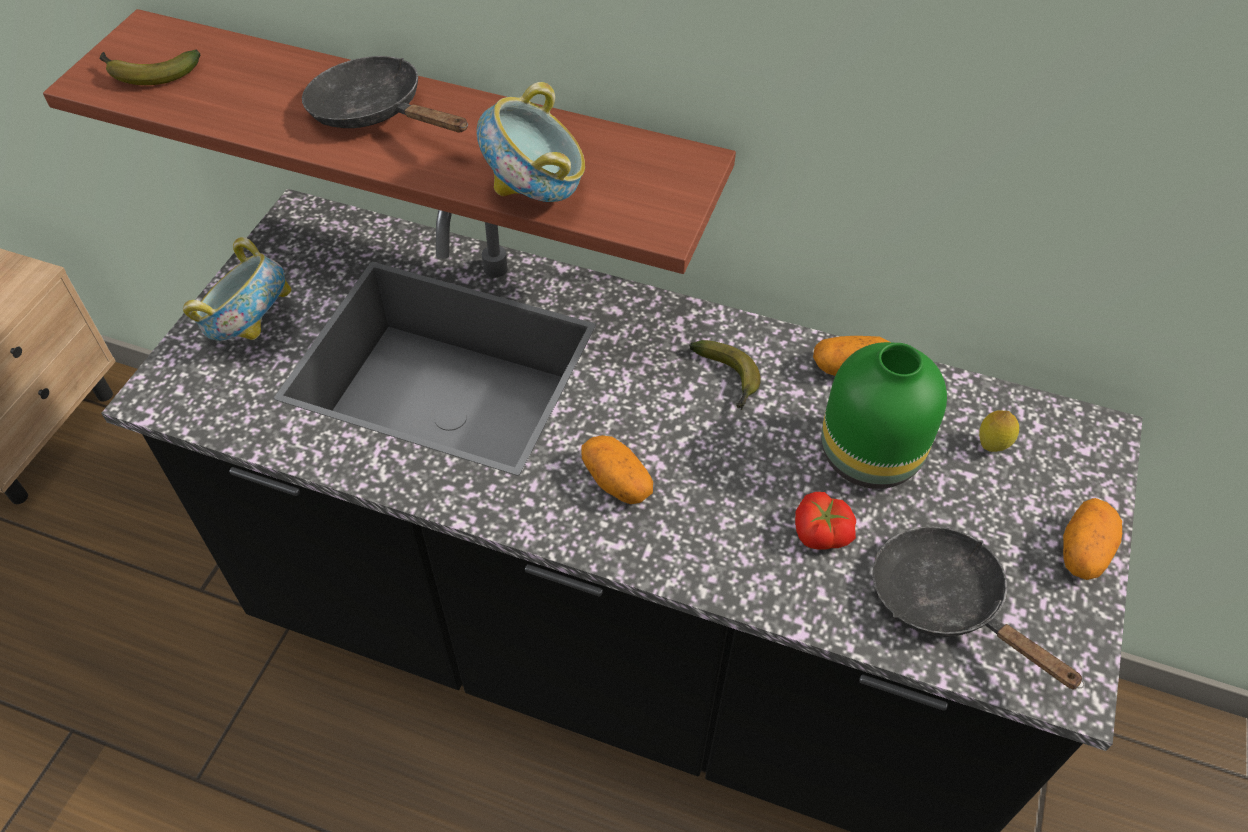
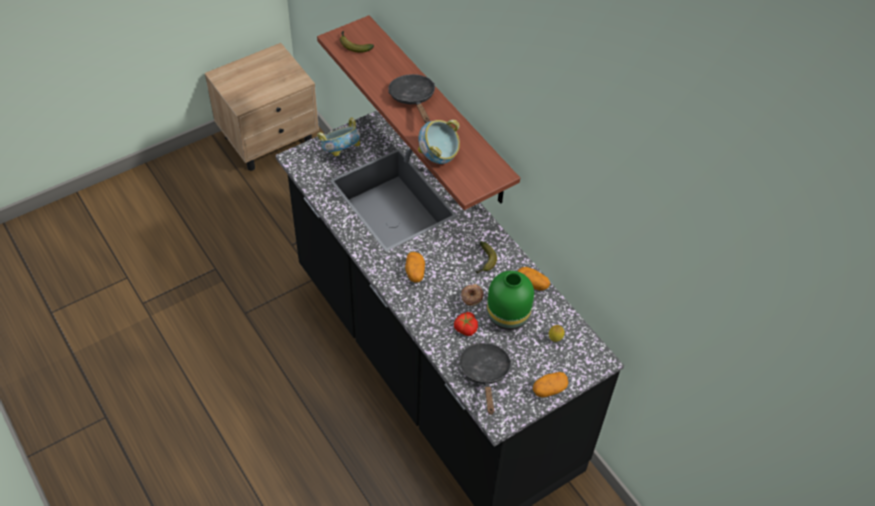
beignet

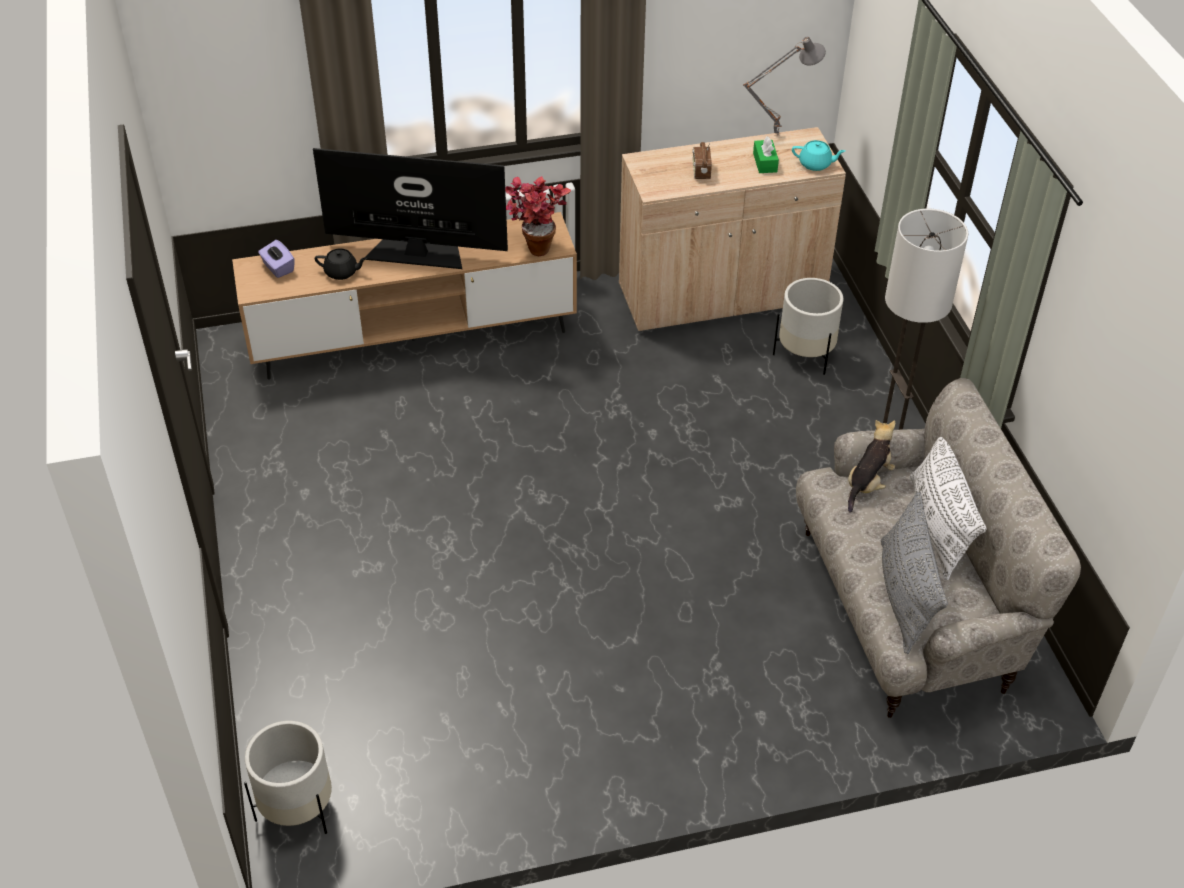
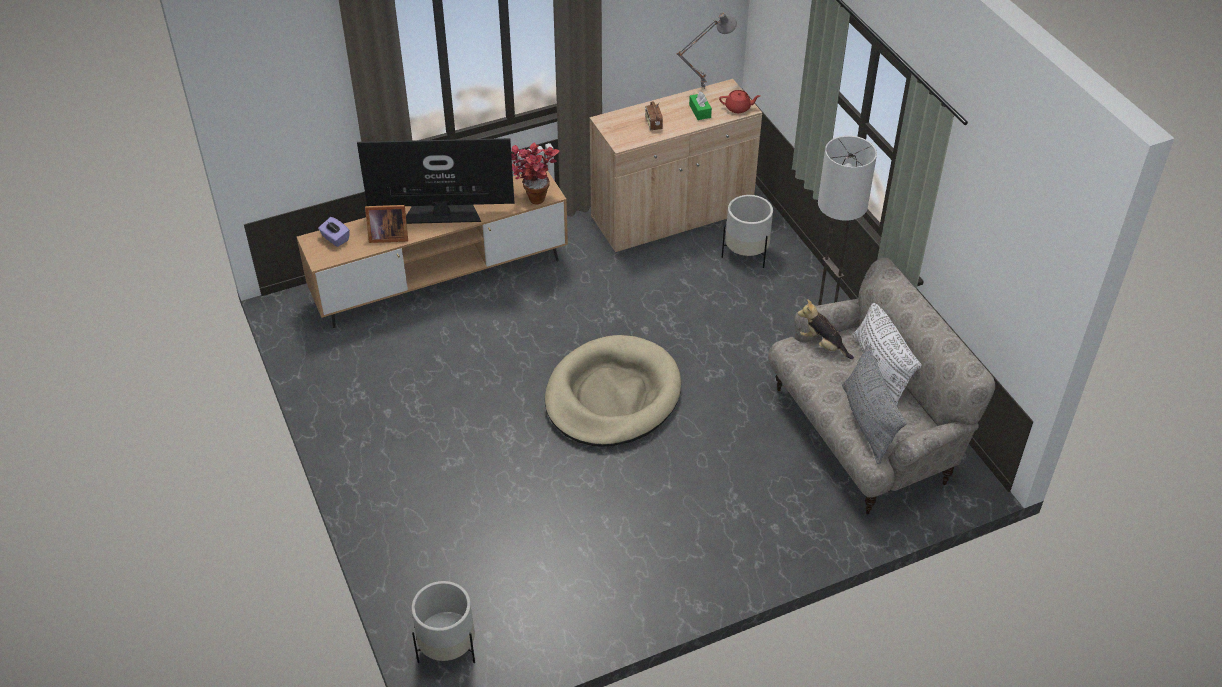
théière (rouge)
cadre photo
peluche
panier pour chien (beige)

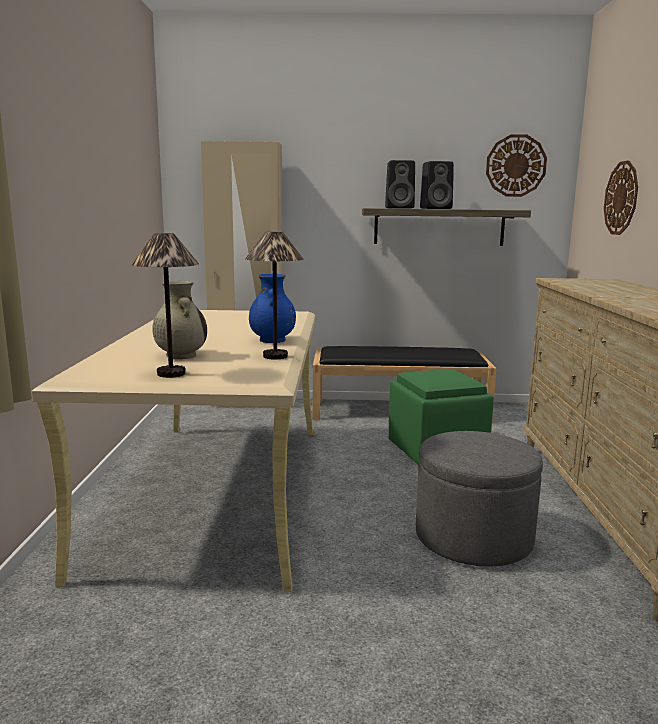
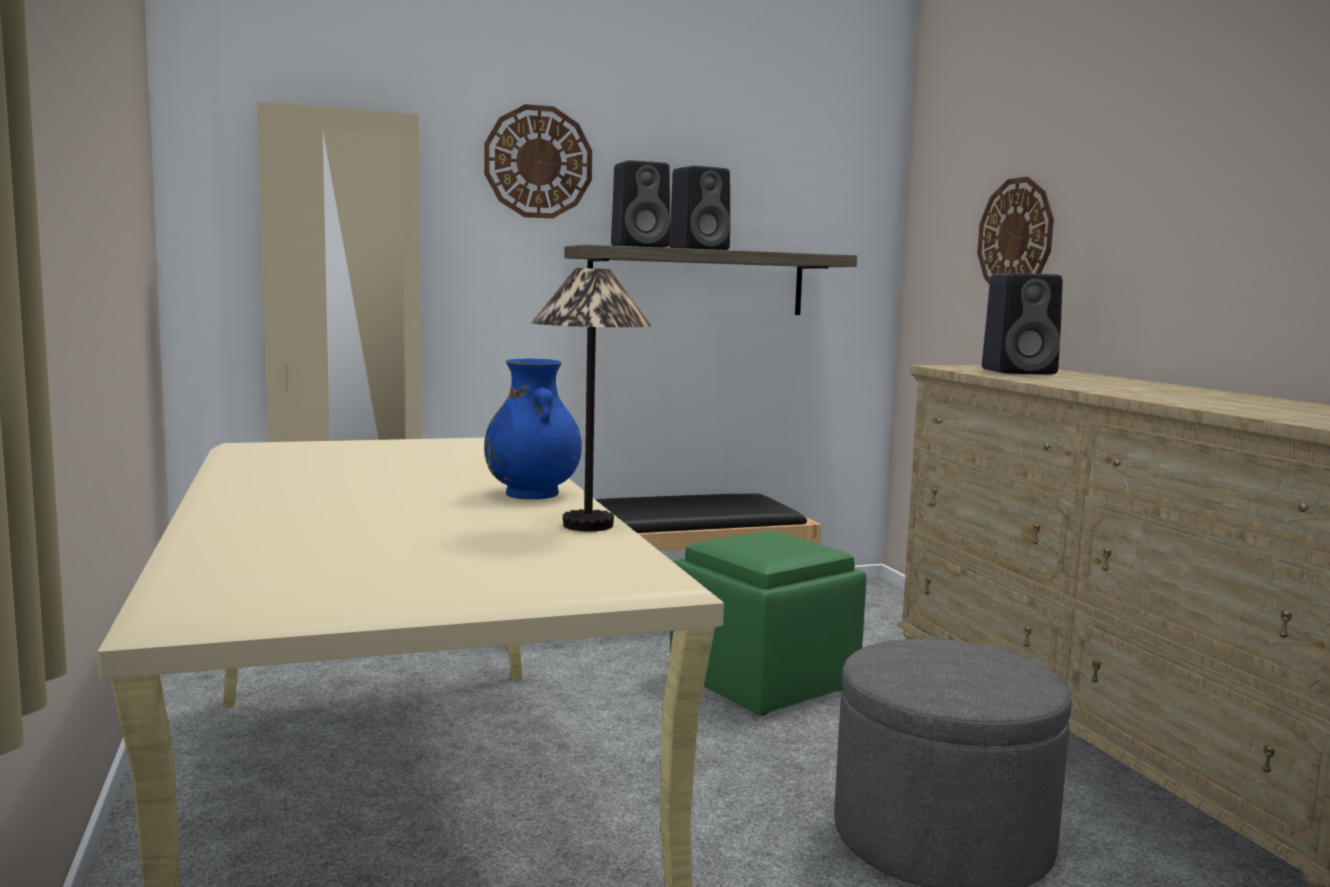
horloge murale (1st from left)
lampe de table (1st from left in the first image)
vase (beige)
enceinte (noir) (3rd from left)

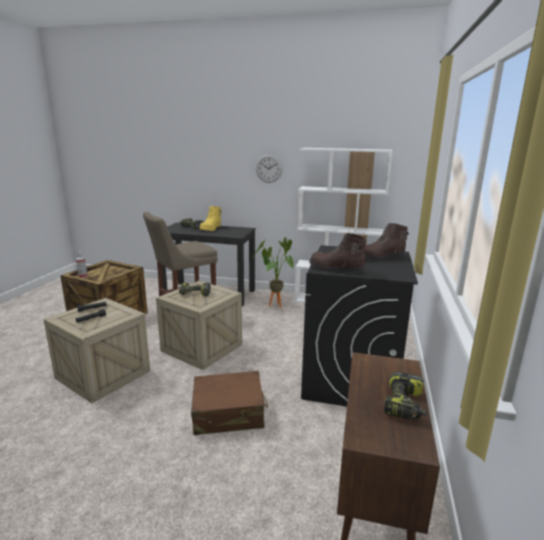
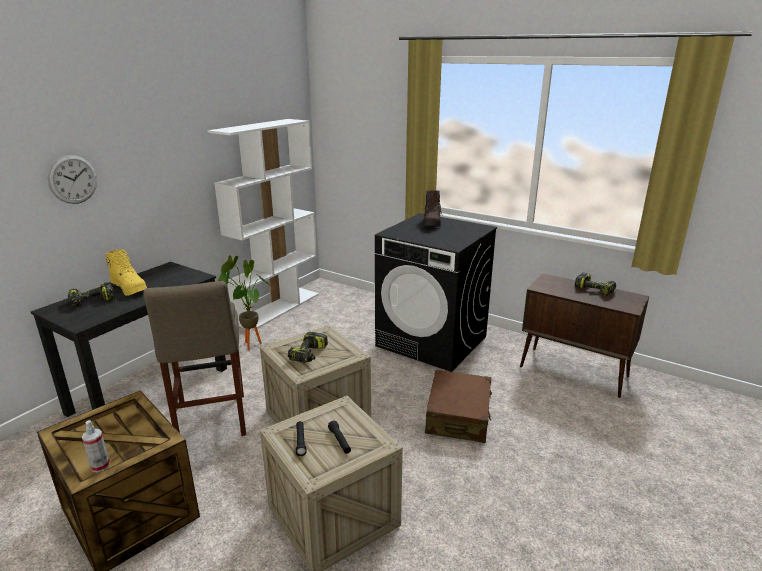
horloge murale
botte (marron) (1st from left in the first image)

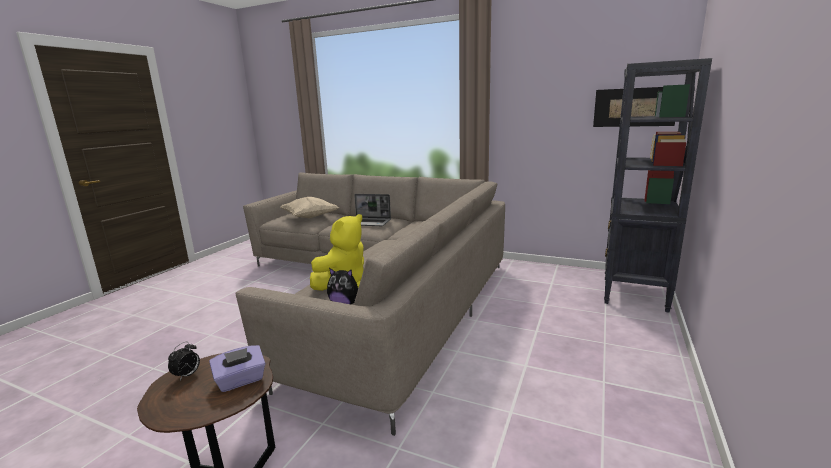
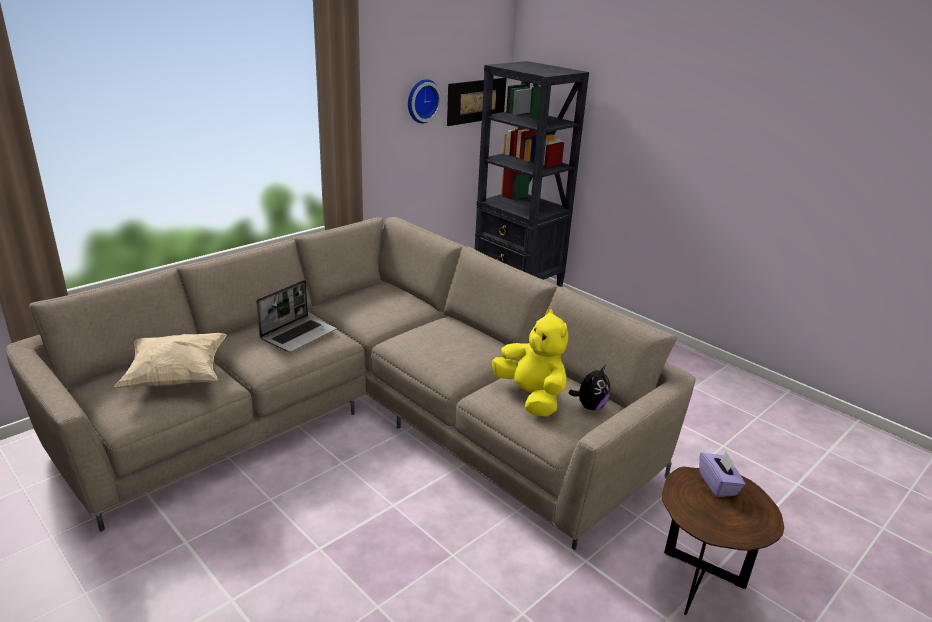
réveil
horloge murale

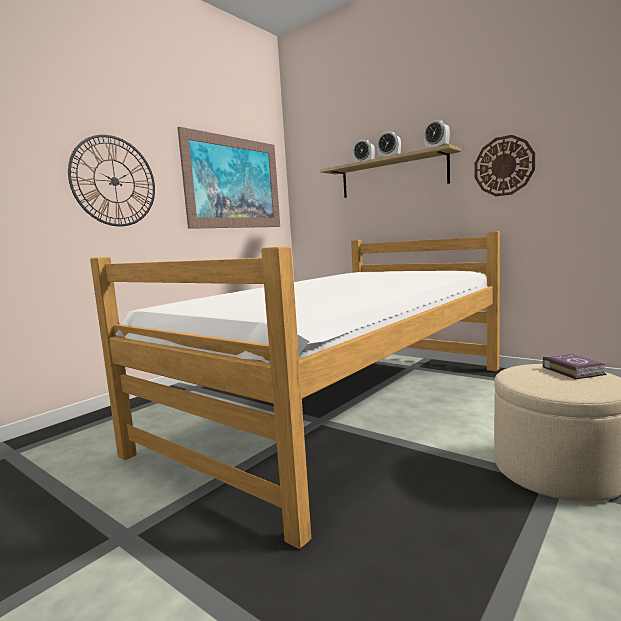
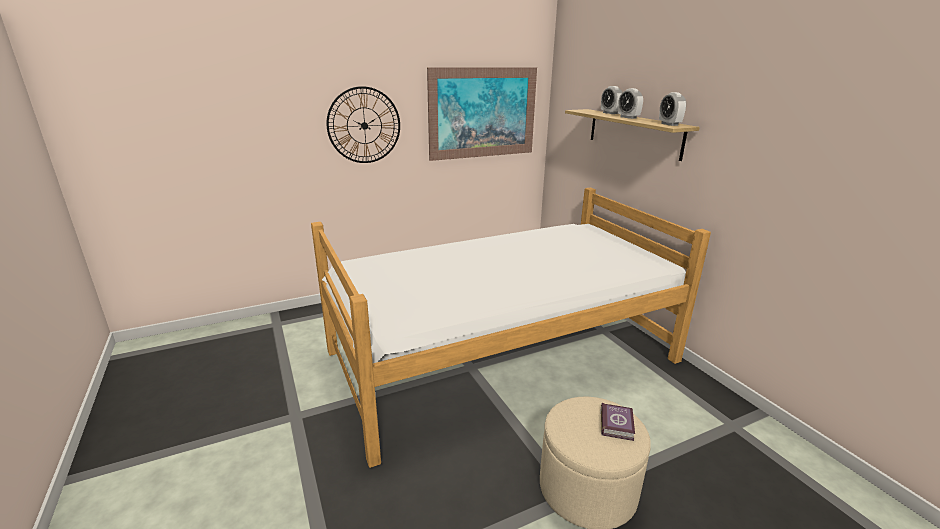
horloge murale (2nd from left in the first image)

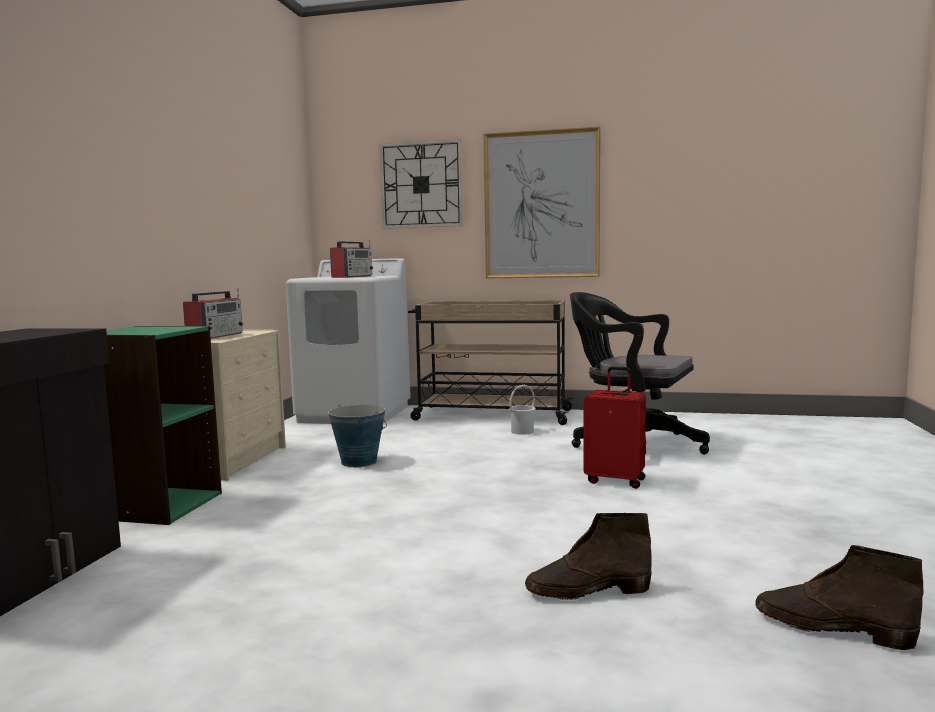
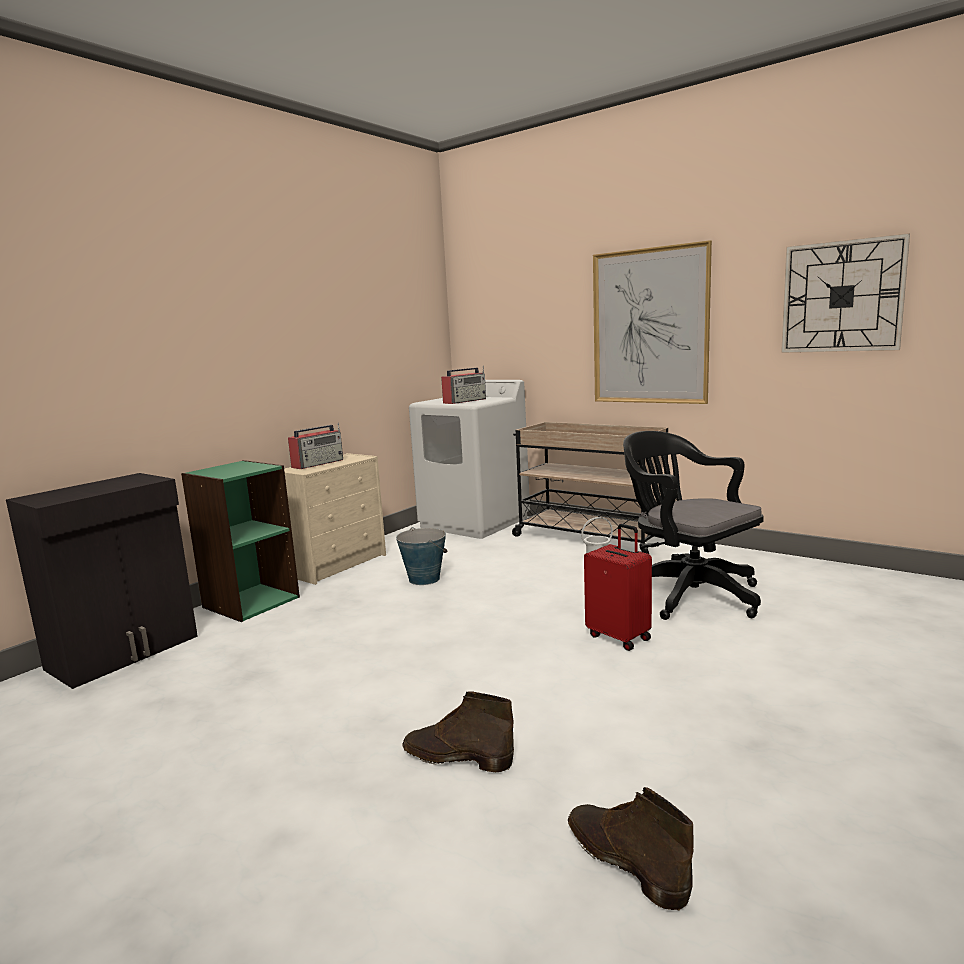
horloge murale

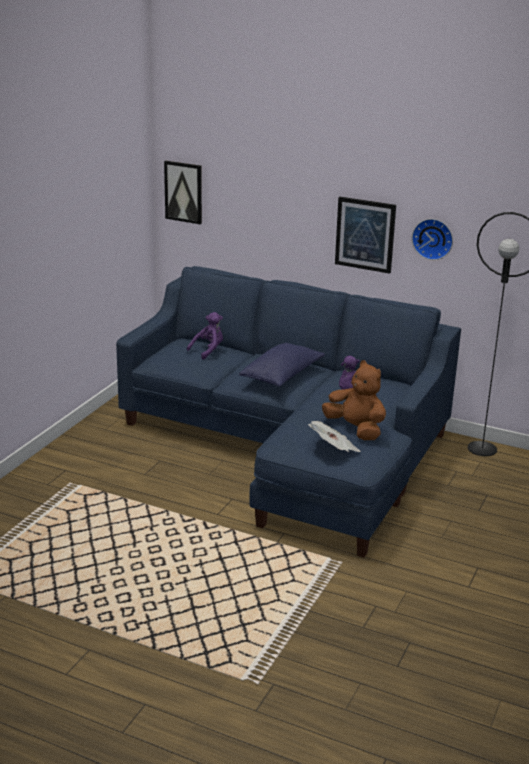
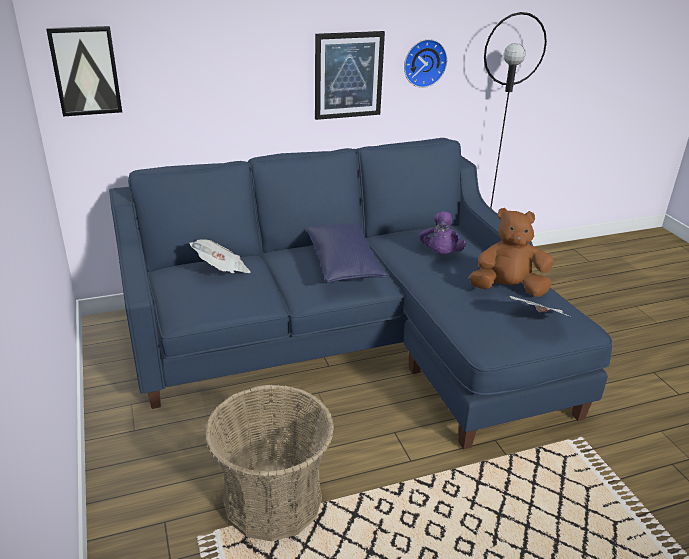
journal (1st from left)
panier

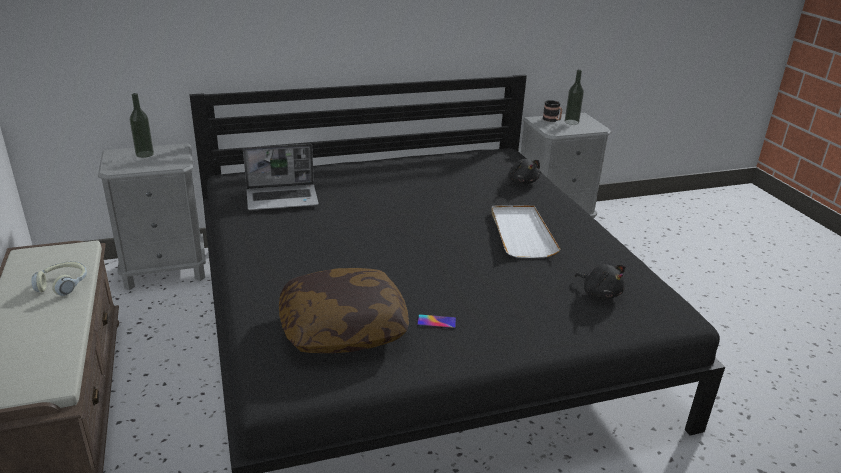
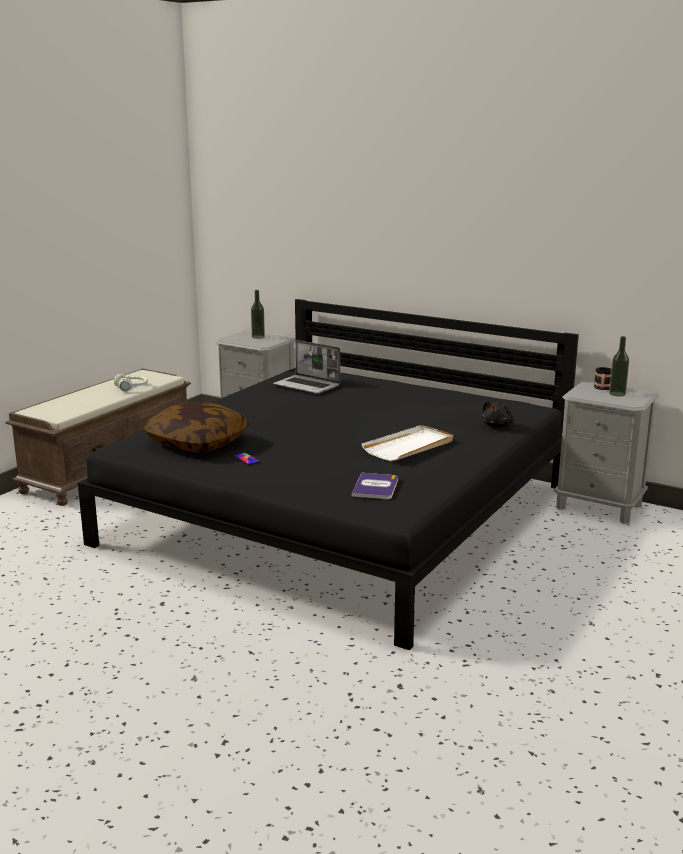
livre

